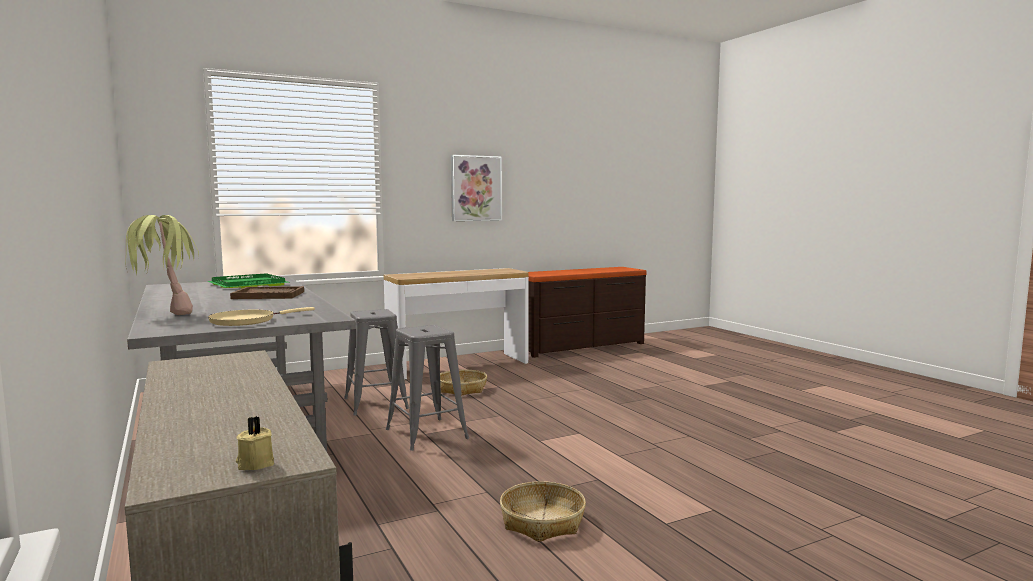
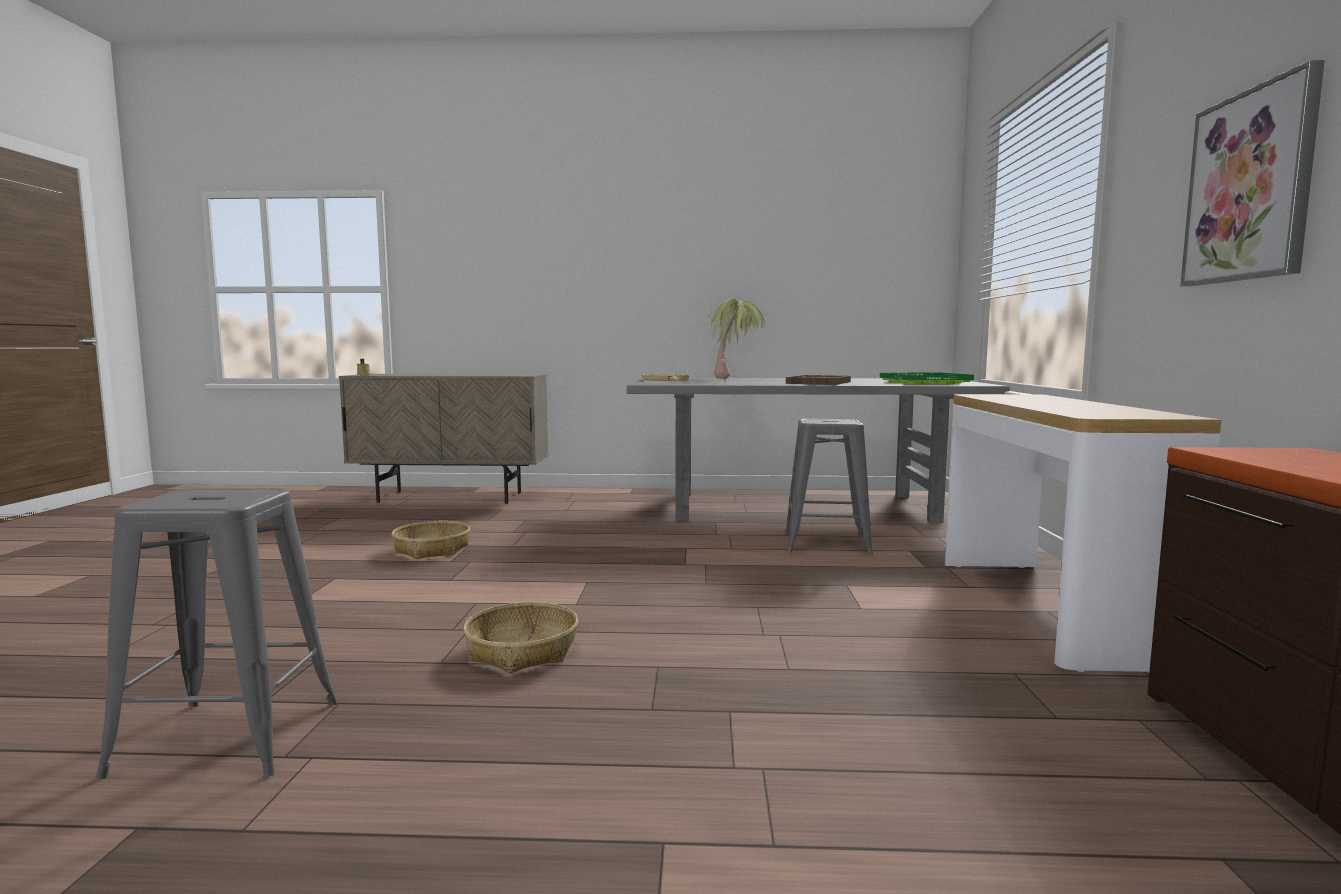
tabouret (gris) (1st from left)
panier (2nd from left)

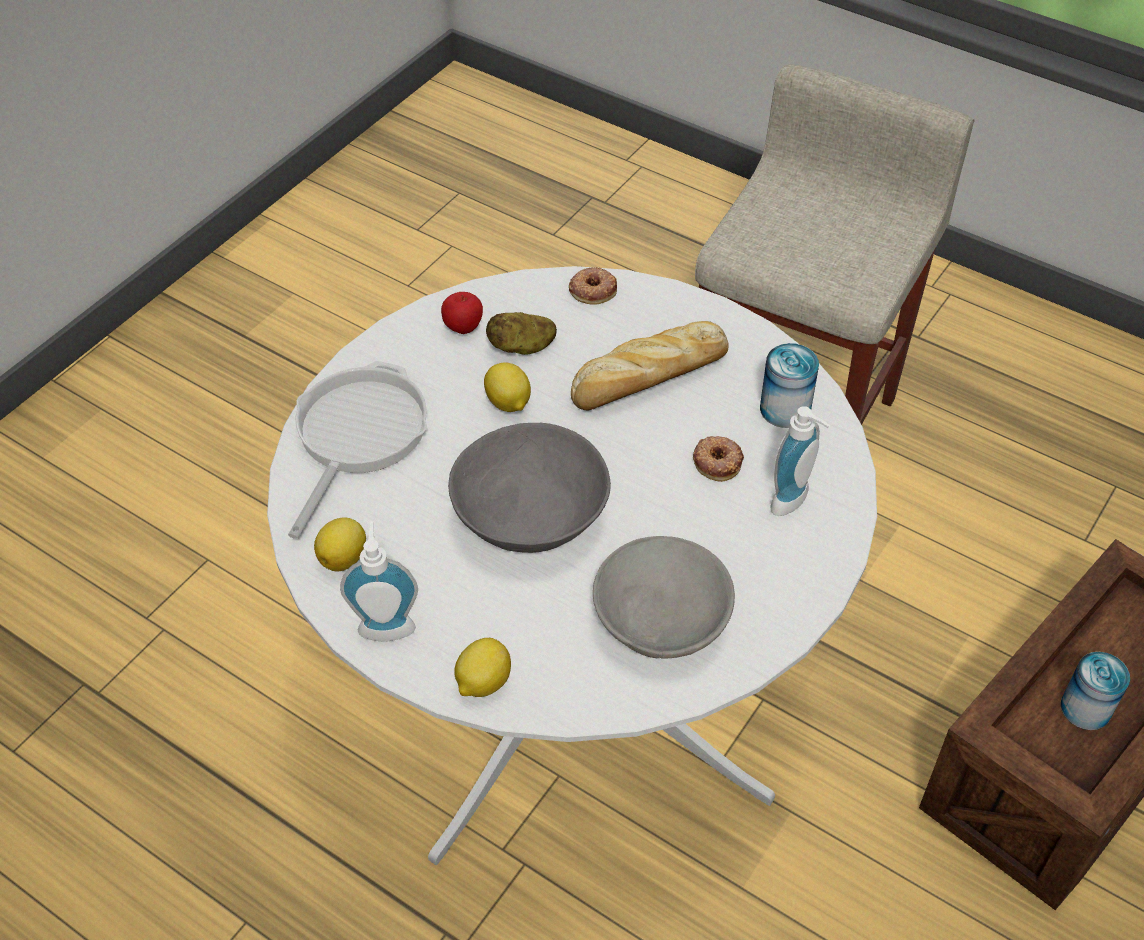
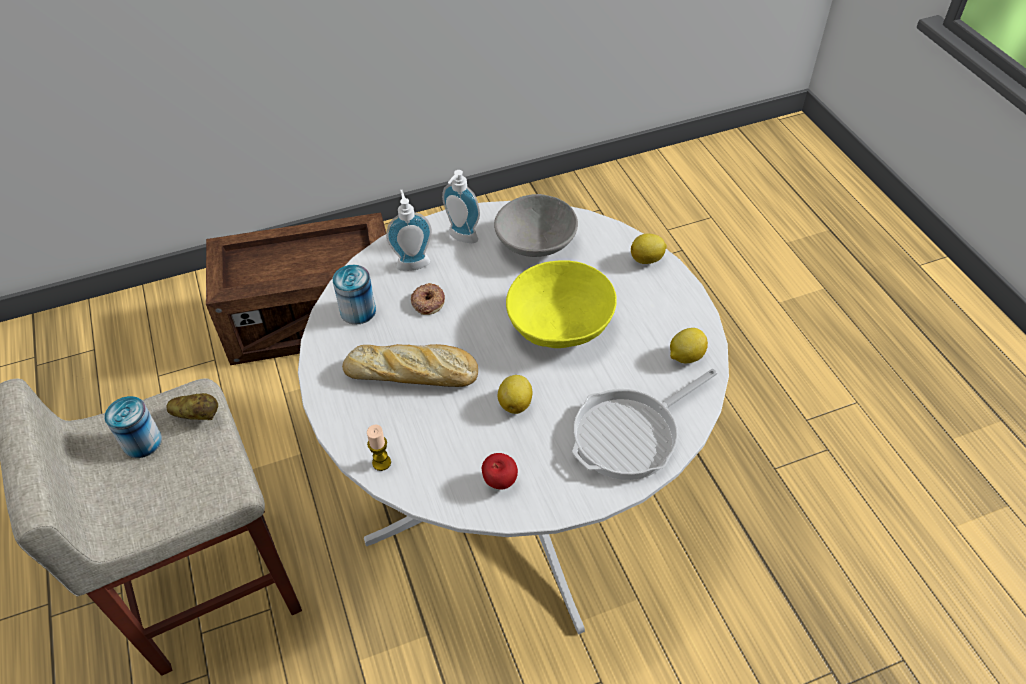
bougie
pomme de terre
bol (jaune)
distributeur de savon (2nd from left)
boîte métallique (1st from left)

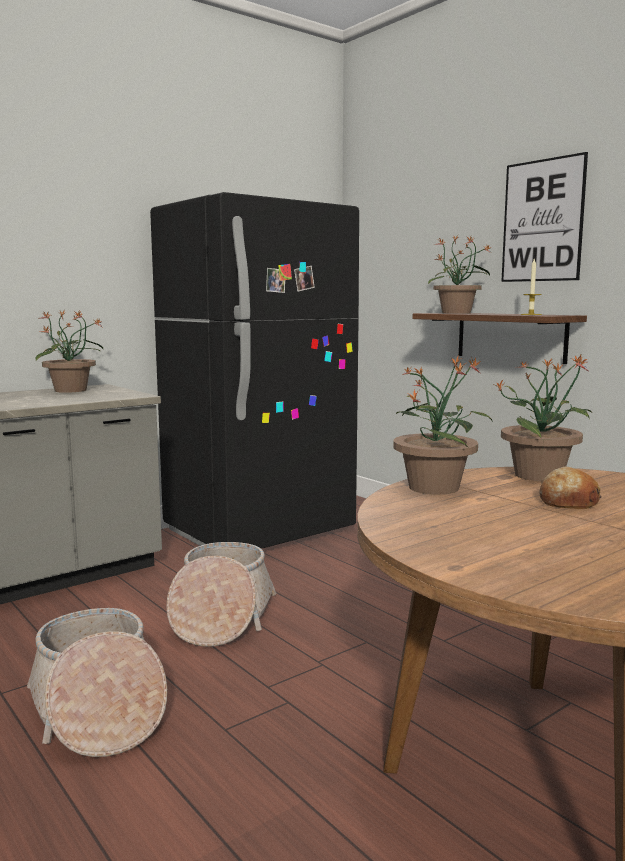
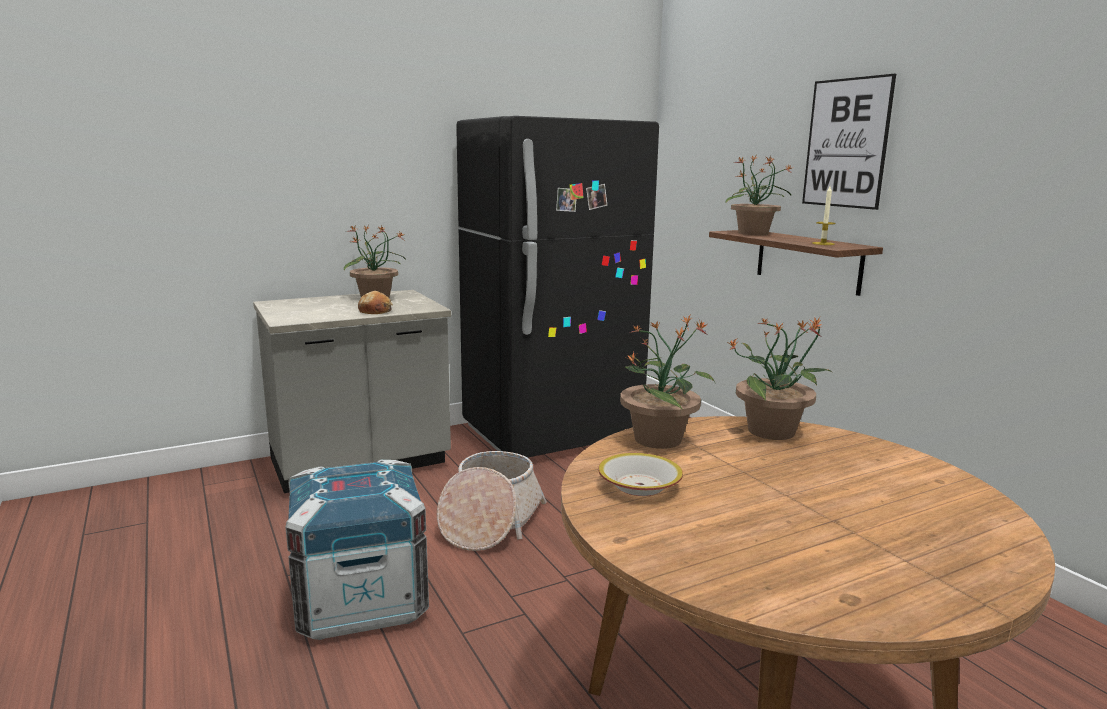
pain
caisse
bol

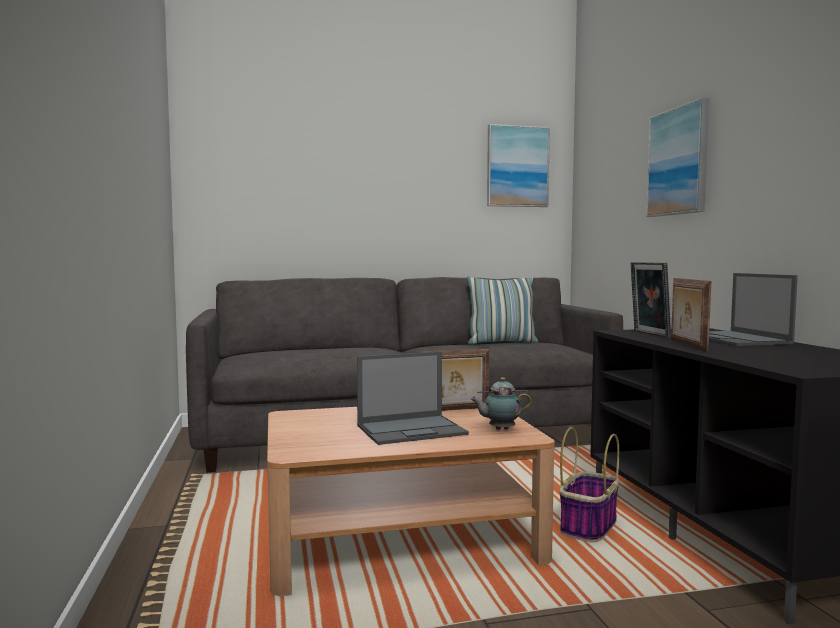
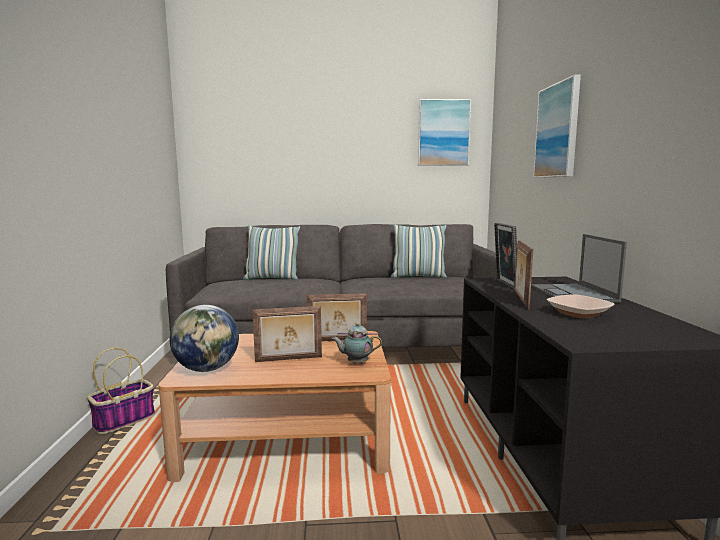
cadre photo (1st from left)
panier
coussin (1st from left)
bol
globe

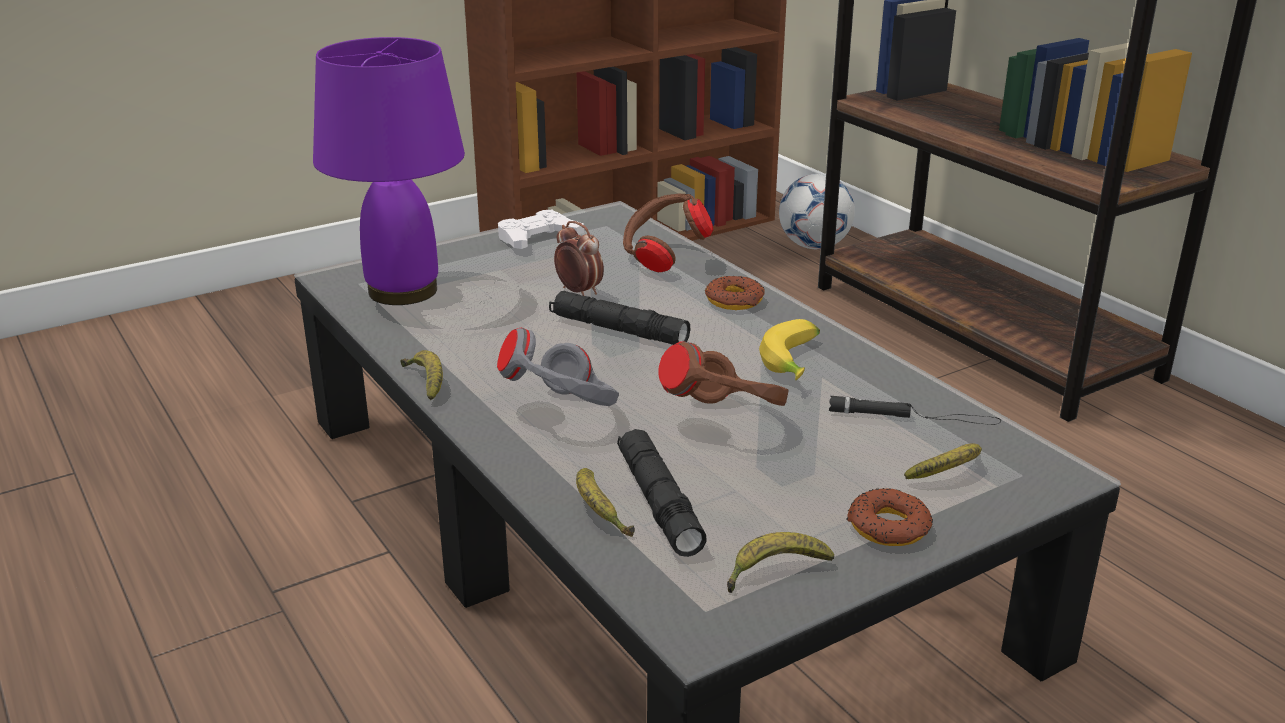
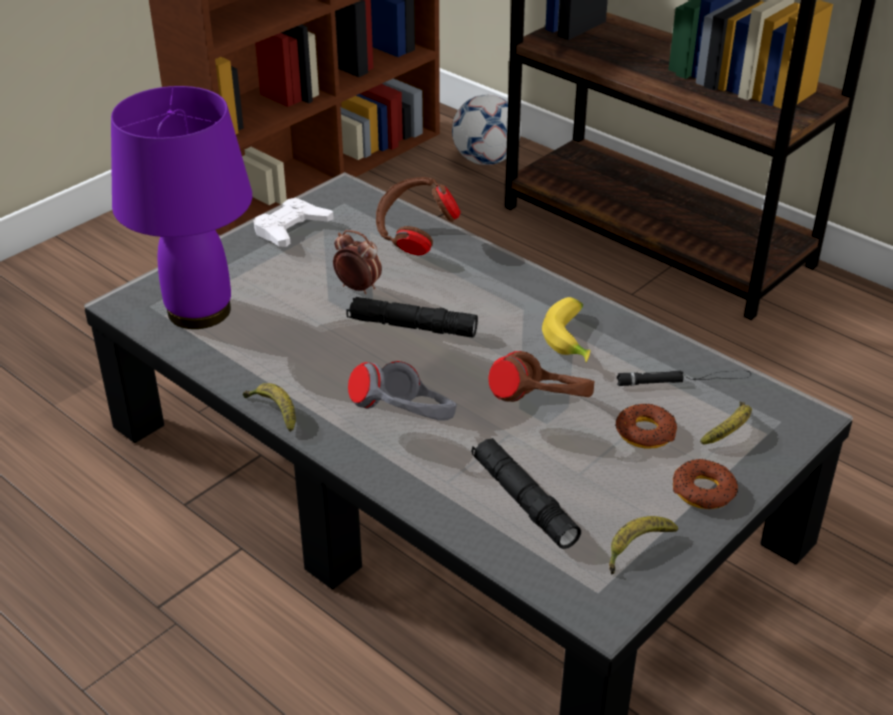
beignet (1st from left)
banane (2nd from left in the first image)

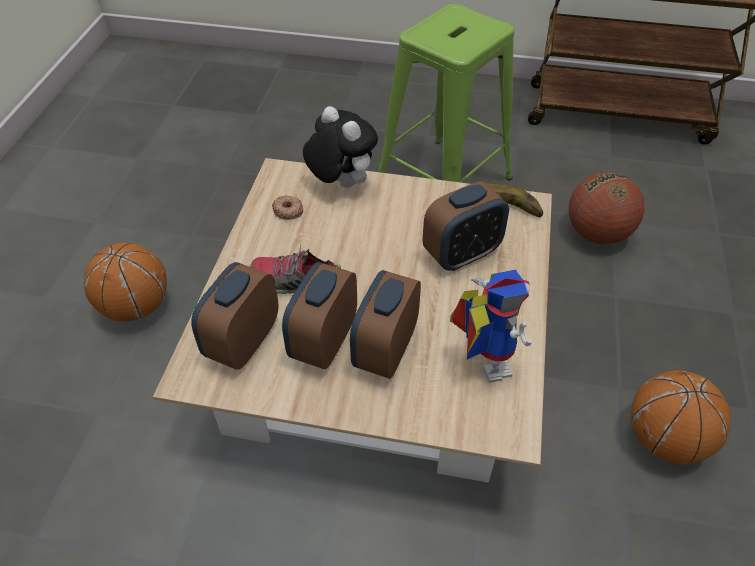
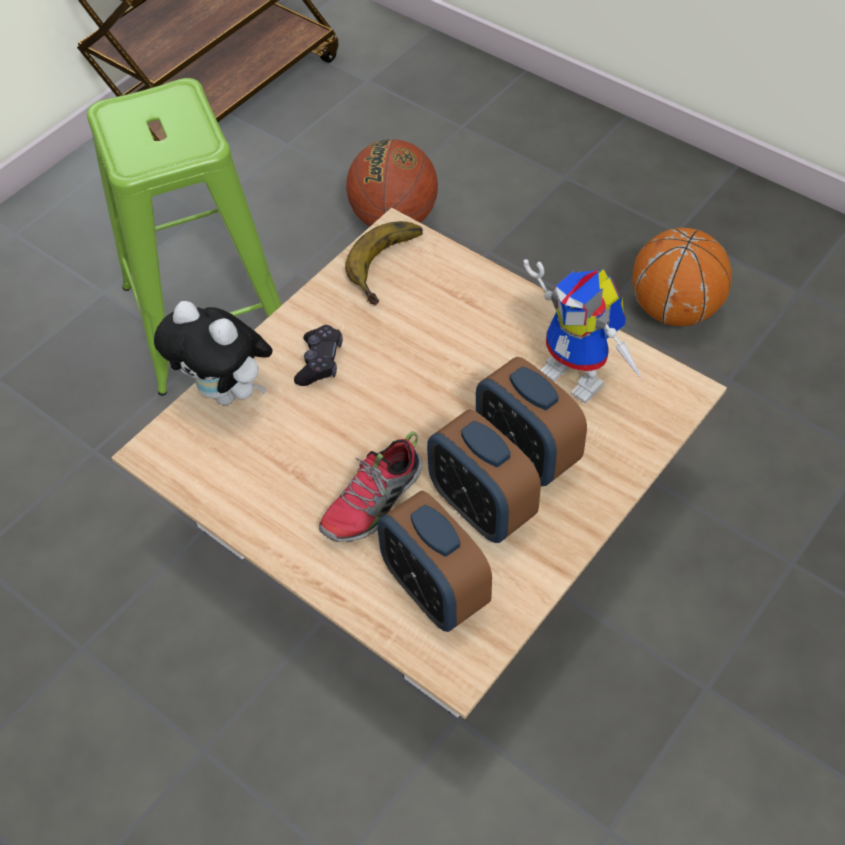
peluche
réveil (4th from left in the first image)
beignet
ballon de basket (1st from left in the first image)
robot jouet
manette (noir)

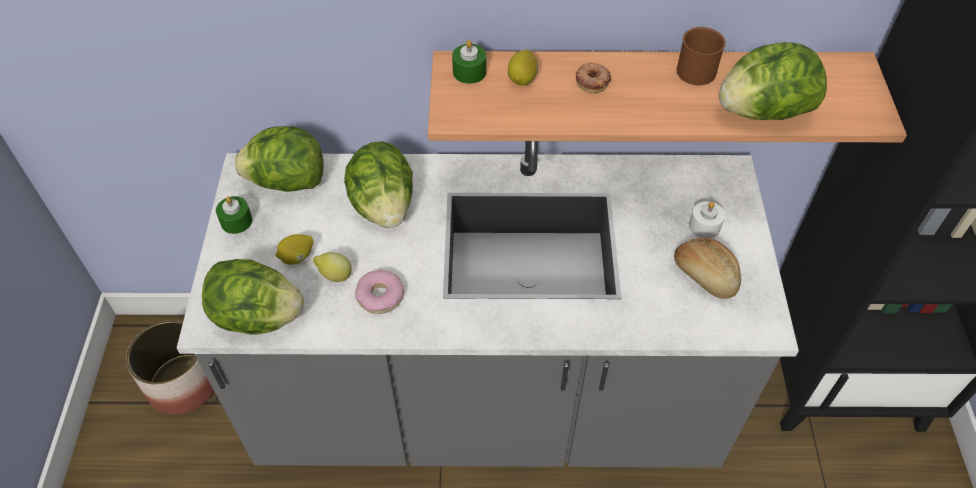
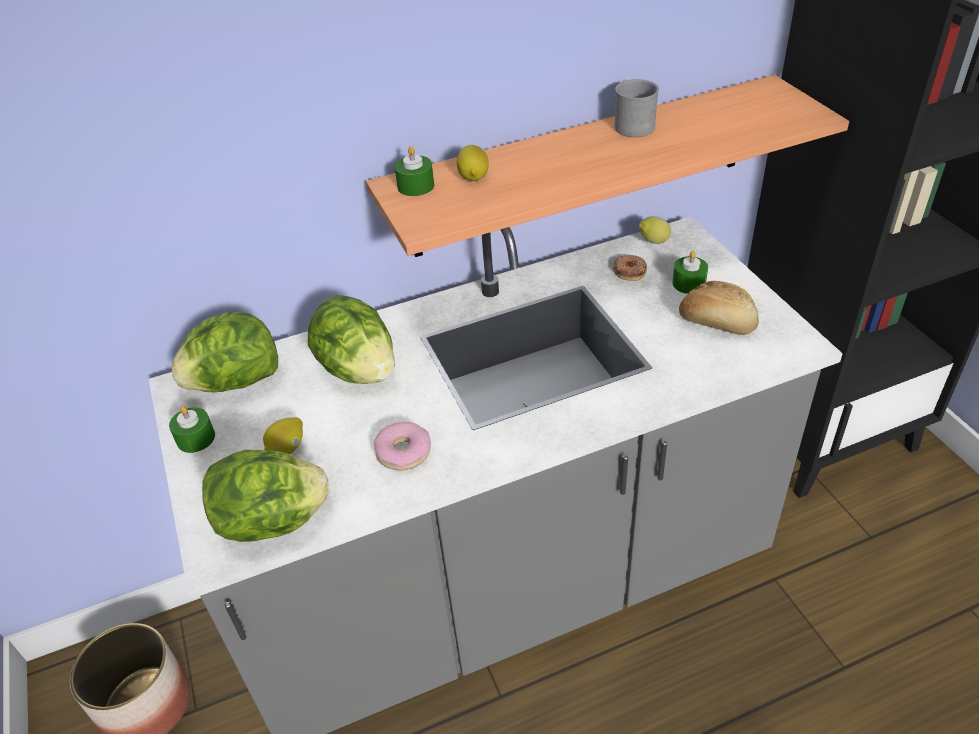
mug (gris)
laitue (4th from left in the first image)
beignet (2nd from left)
bougie (vert) (3rd from left)
citron (3rd from left)

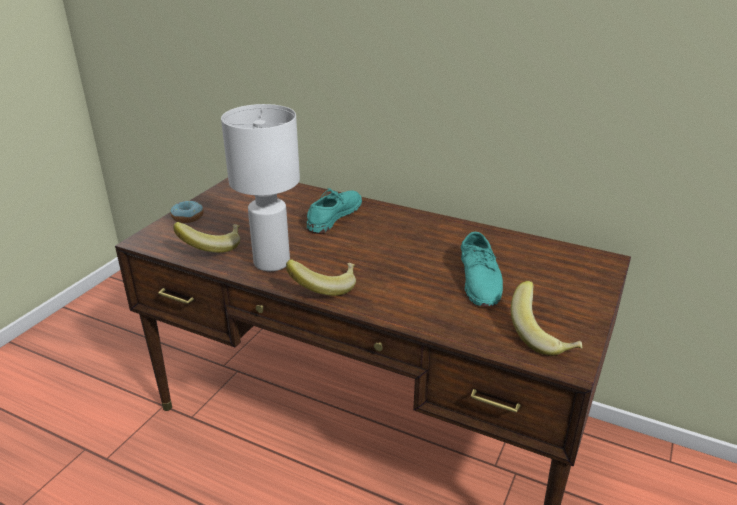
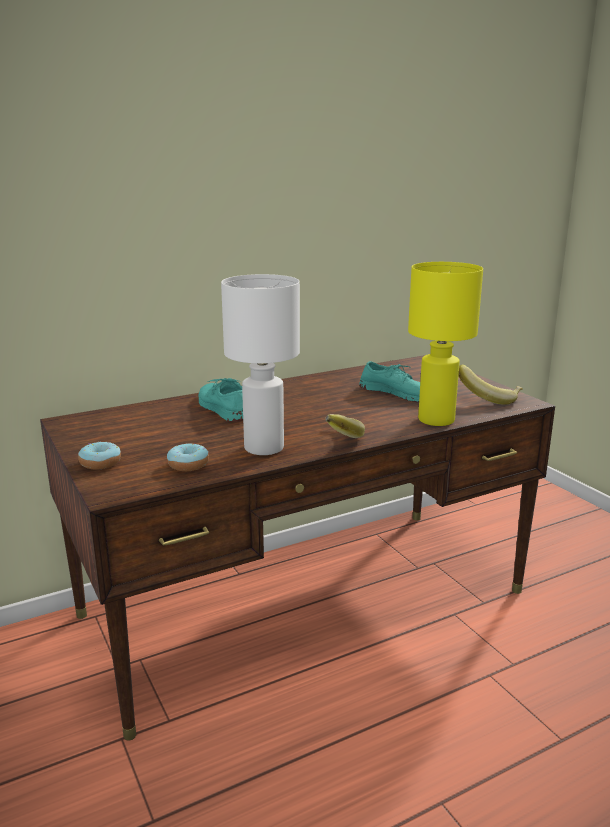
beignet (2nd from left)
lampe de table (jaune)

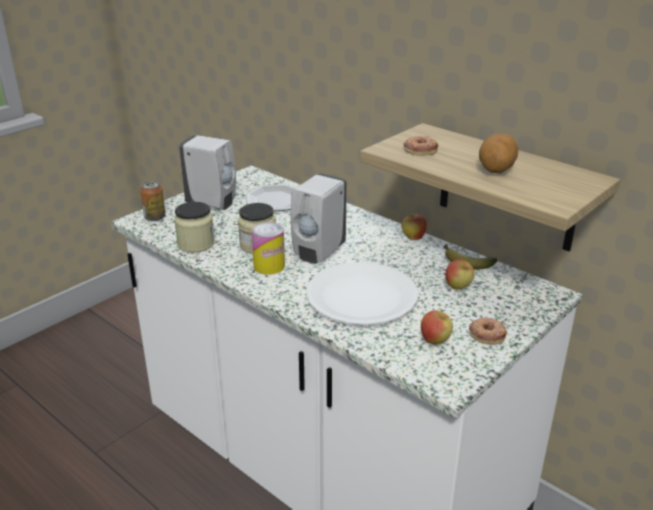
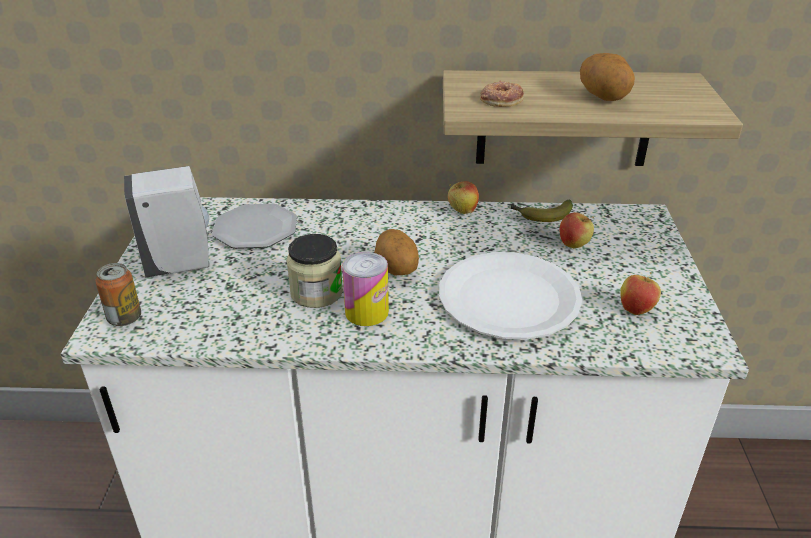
pomme de terre (1st from left)
bocal (1st from left in the first image)
beignet (2nd from left in the first image)

